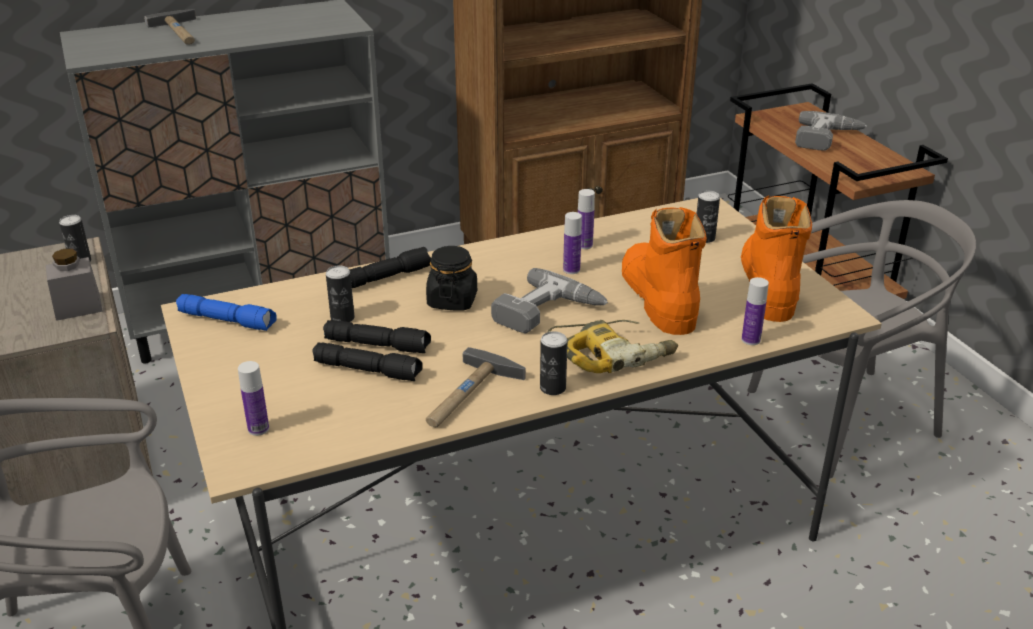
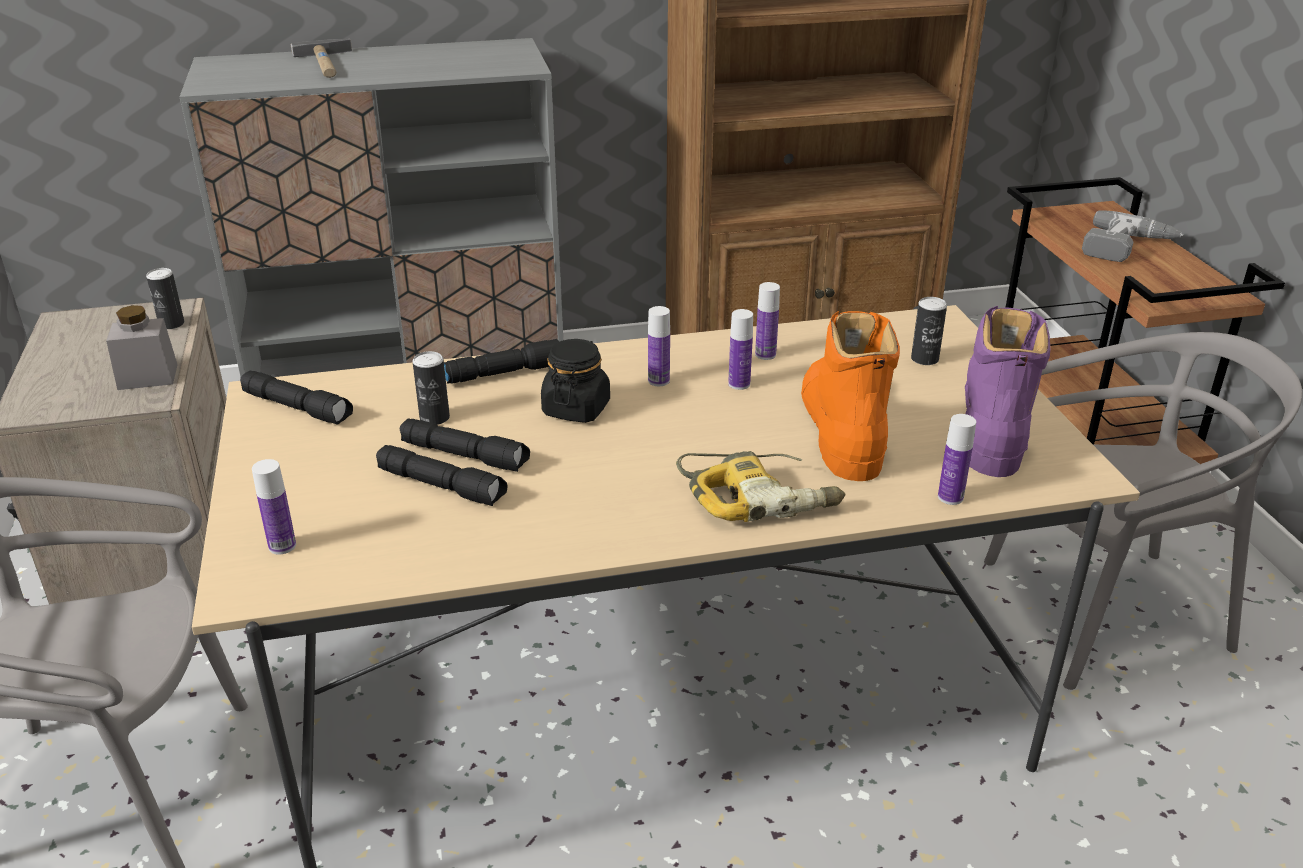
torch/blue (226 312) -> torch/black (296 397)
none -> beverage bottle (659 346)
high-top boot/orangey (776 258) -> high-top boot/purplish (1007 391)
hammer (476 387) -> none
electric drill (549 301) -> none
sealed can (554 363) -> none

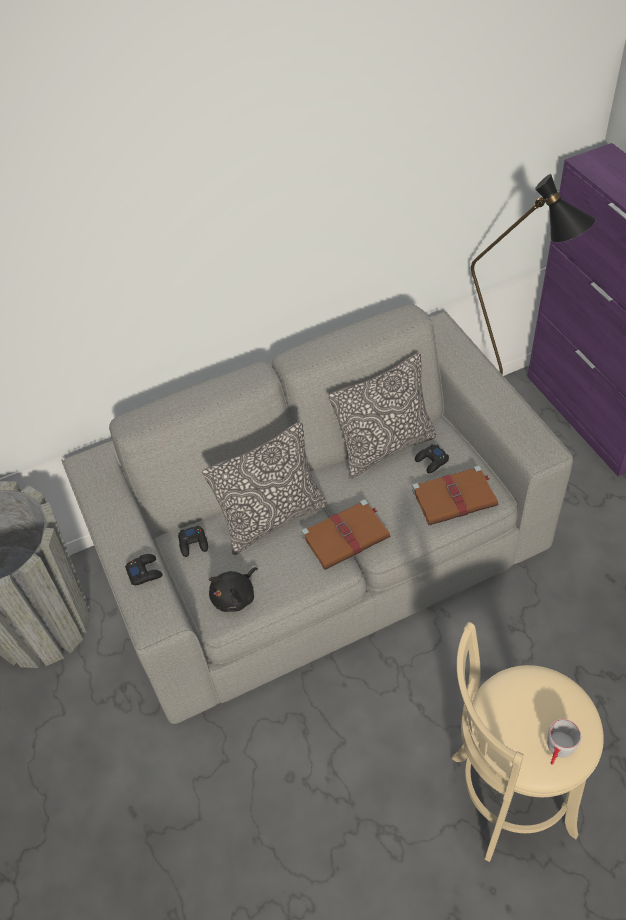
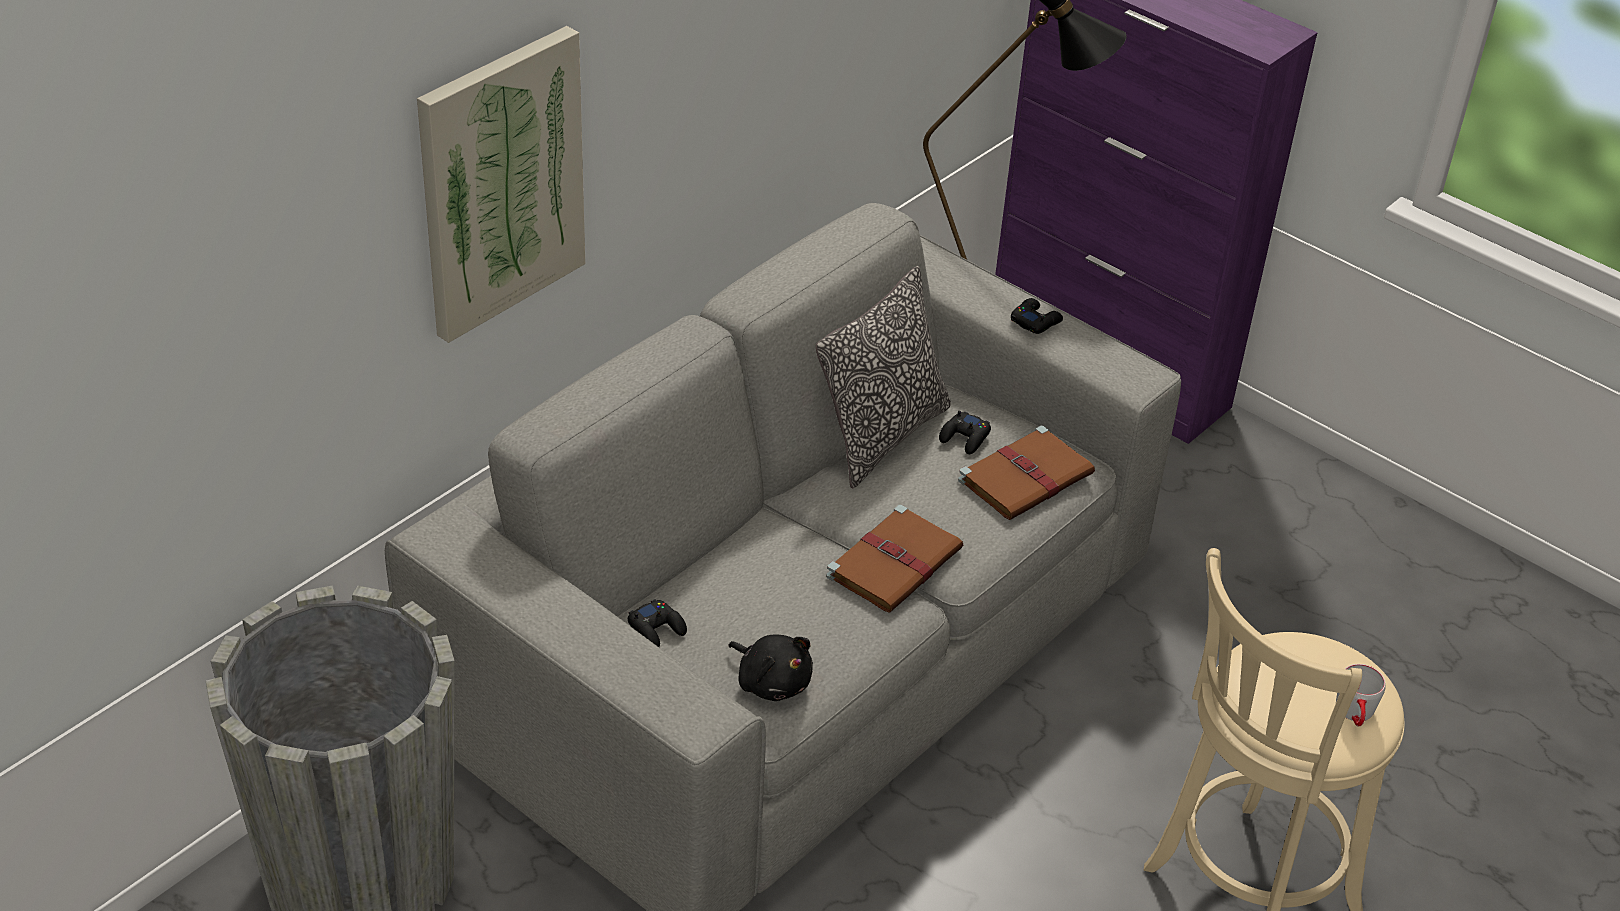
none -> wall picture (501 184)
soft toy/black (233 589) -> soft toy/black (770 667), 60 degrees counterclockwise
joypad/black (144 569) -> joypad/black (1037 316), shifted
throw pillow (264 488) -> none

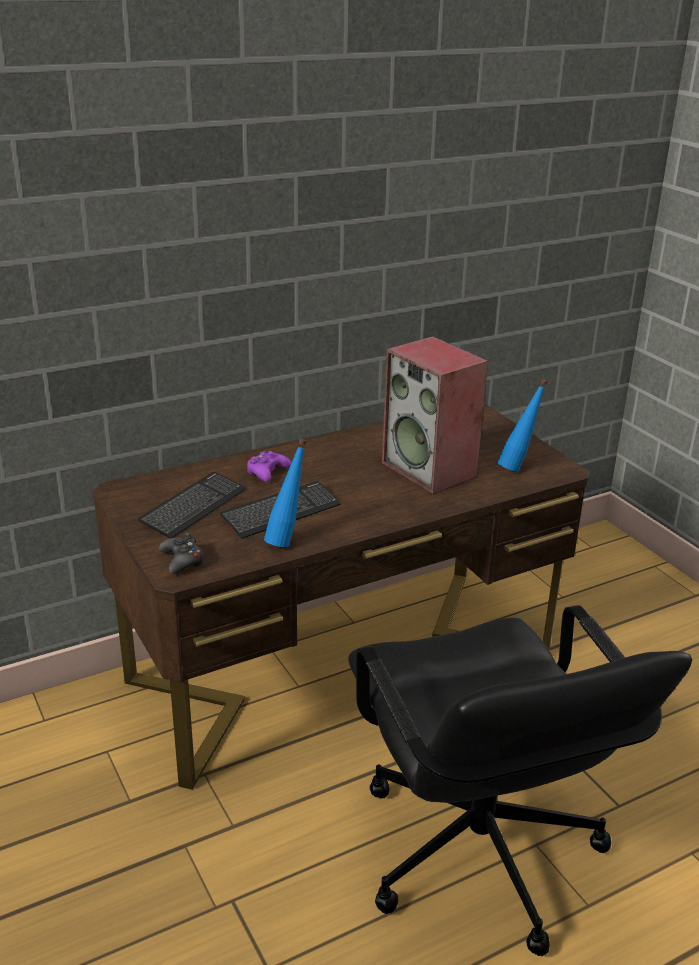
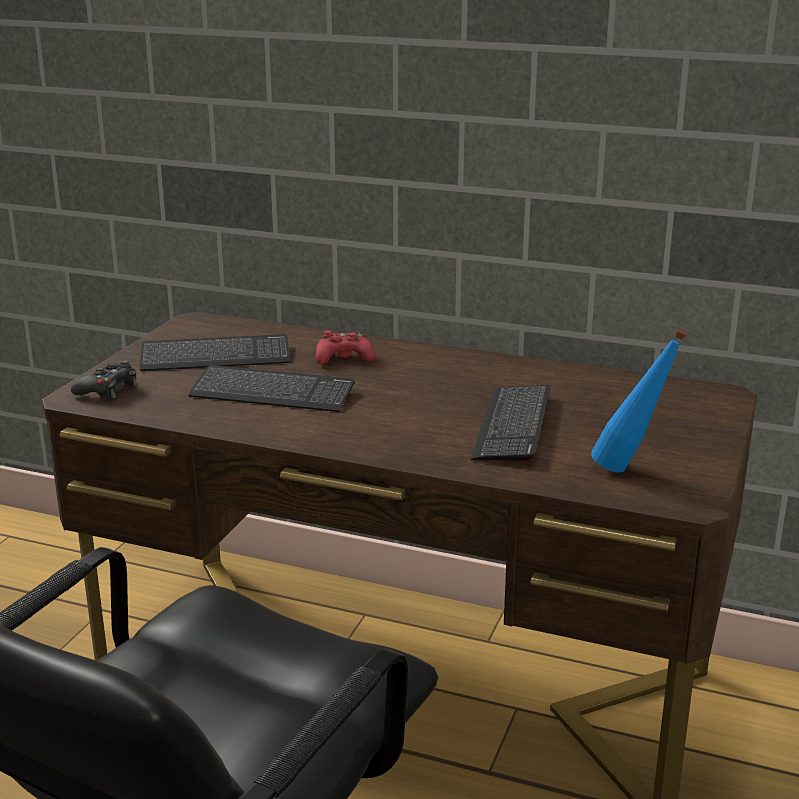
joypad/purplish (269 466) -> joypad/red-coloured (345 347)
speaker (435 415) -> PC keyboard (510 424)
beverage bottle/blue (285 493) -> none

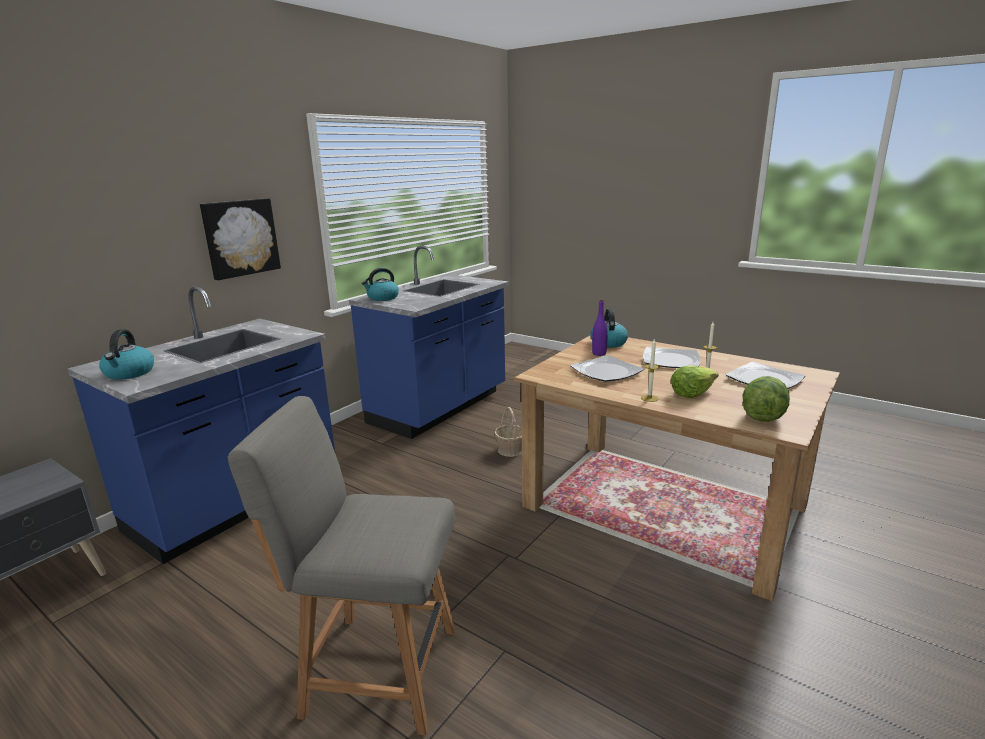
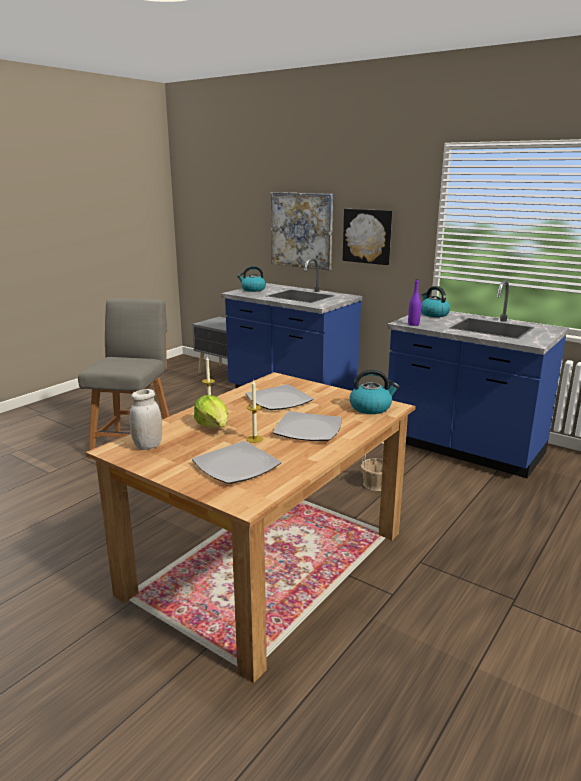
lettuce head (766 399) -> jar/white-coloured (146 419)
none -> wall picture (302 231)
beverage bottle/purplish (600 328) -> beverage bottle/purplish (414 302), shifted

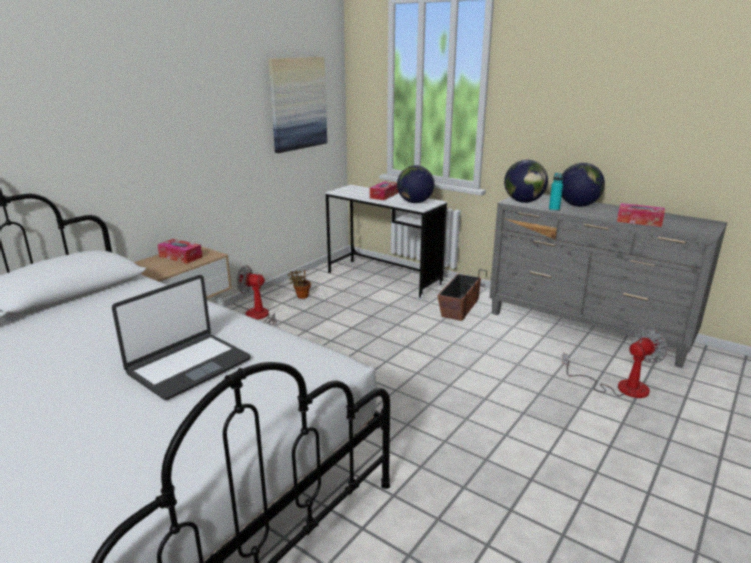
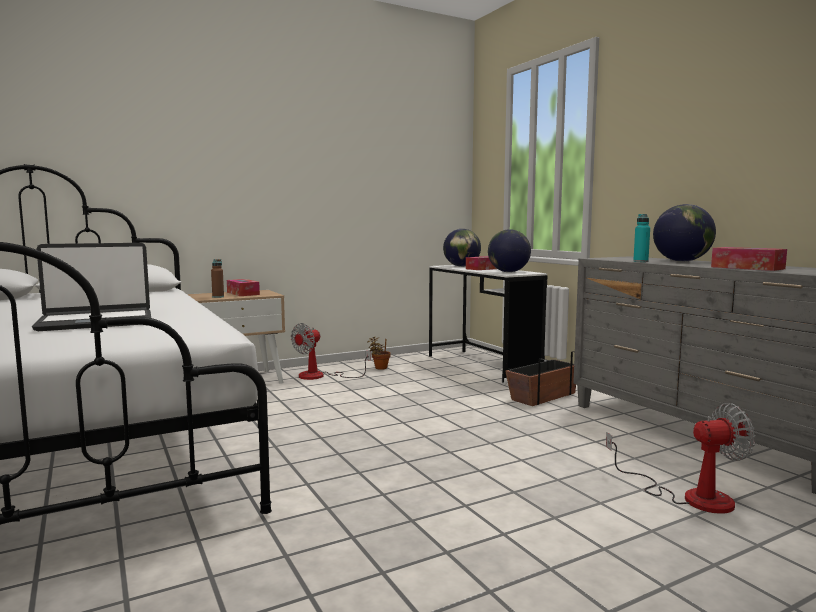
none -> beverage bottle/brown (217 278)
fan (257 295) -> fan (331 351), 90 degrees counterclockwise
globe (526 181) -> globe (462 248), shifted
wall picture (297 105) -> none

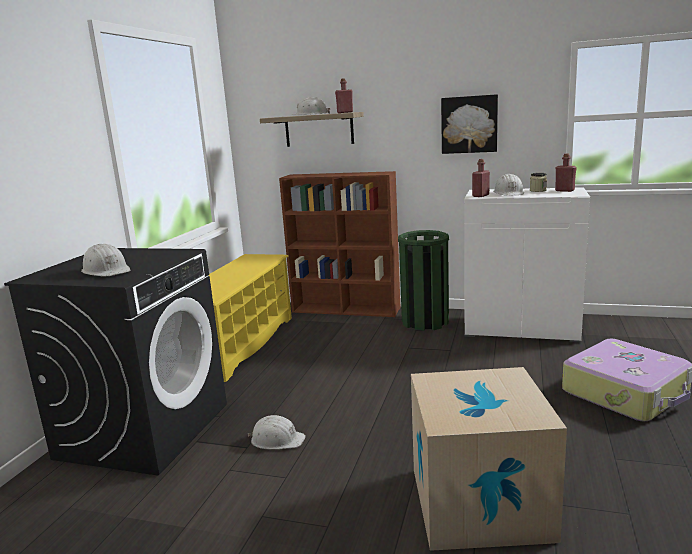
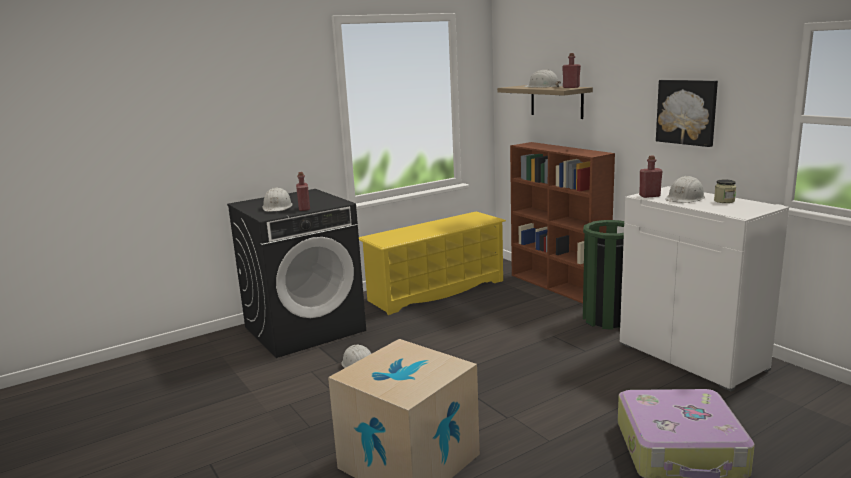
beverage bottle/red-coloured (566 173) -> beverage bottle/red-coloured (303 191), shifted

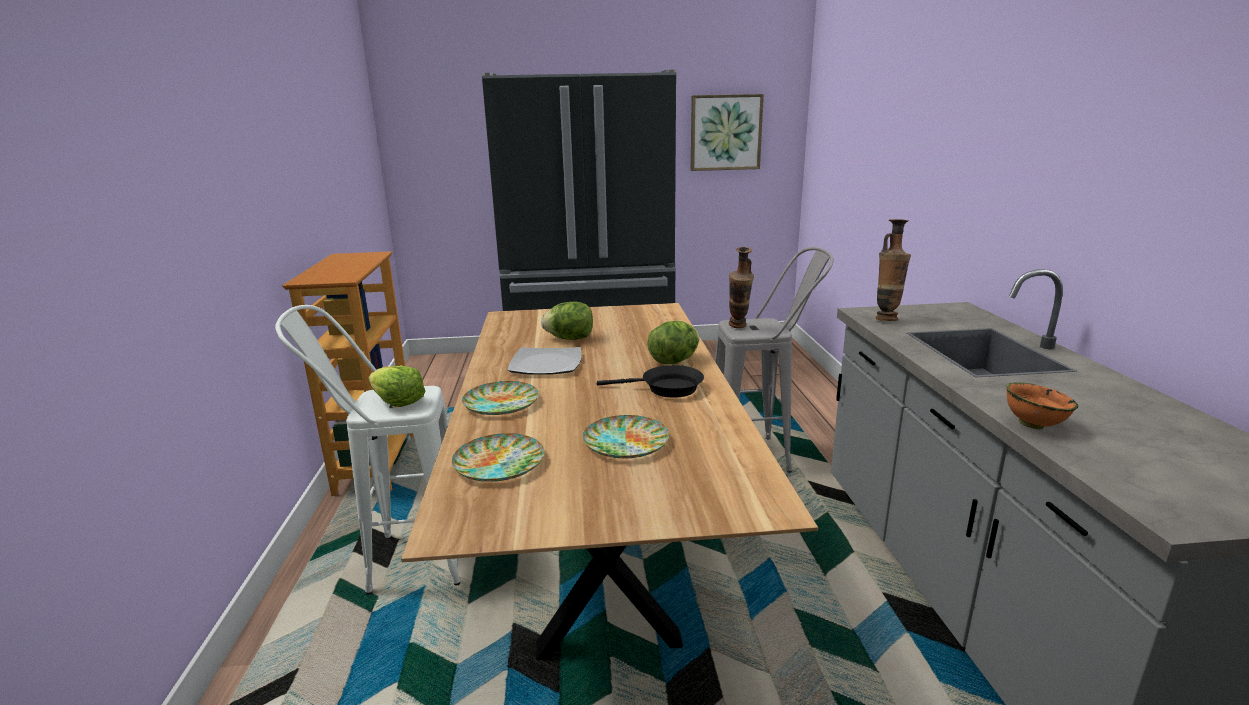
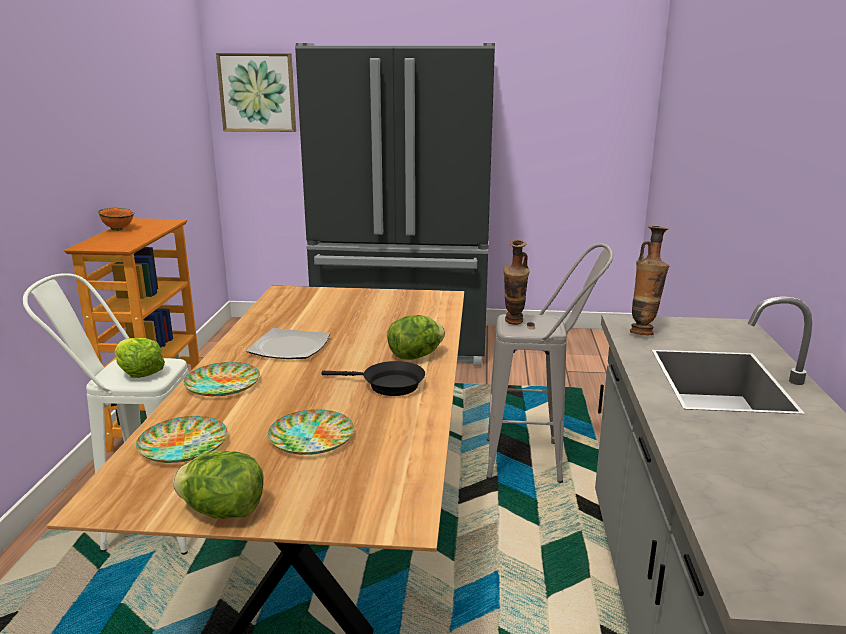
bowl/orangey (1042 406) -> bowl/orangey (116 219), shifted
lettuce head (567 321) -> lettuce head (218 485), shifted
wall picture (727 132) -> wall picture (256 92), shifted

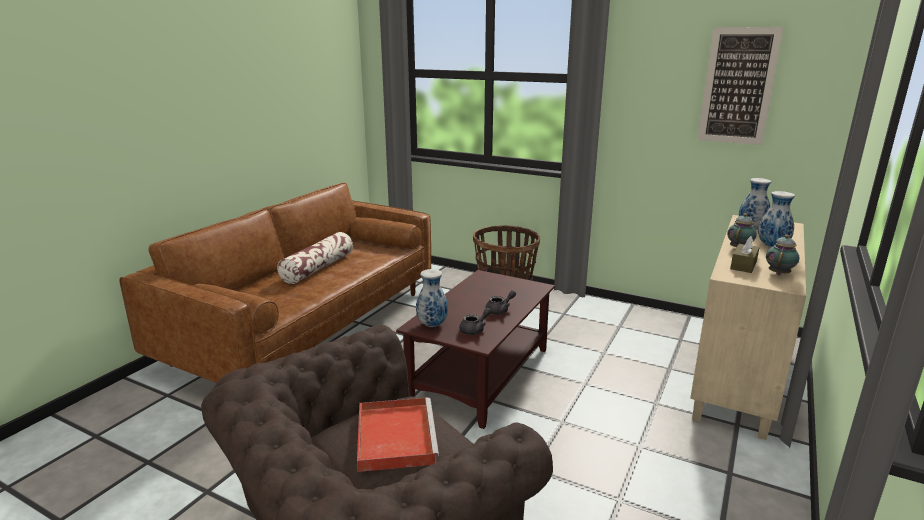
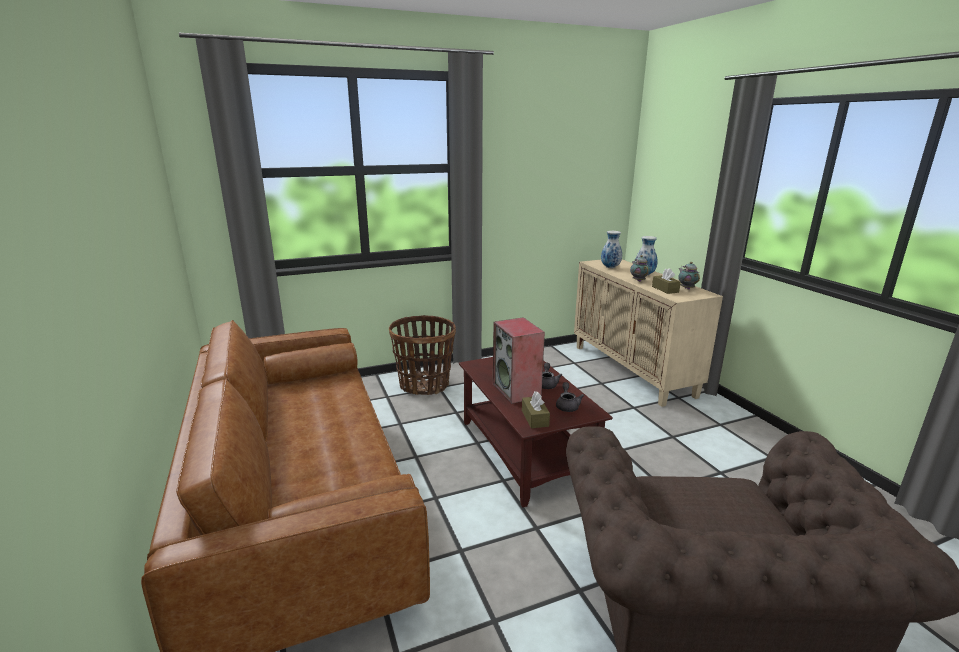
none -> speaker (519 360)
decorative vase (432 298) -> box of tissues/brown (536 409)
throw pillow (315 258) -> none
carrying tray/red-coloured (398 434) -> none
wall picture (740 86) -> none

